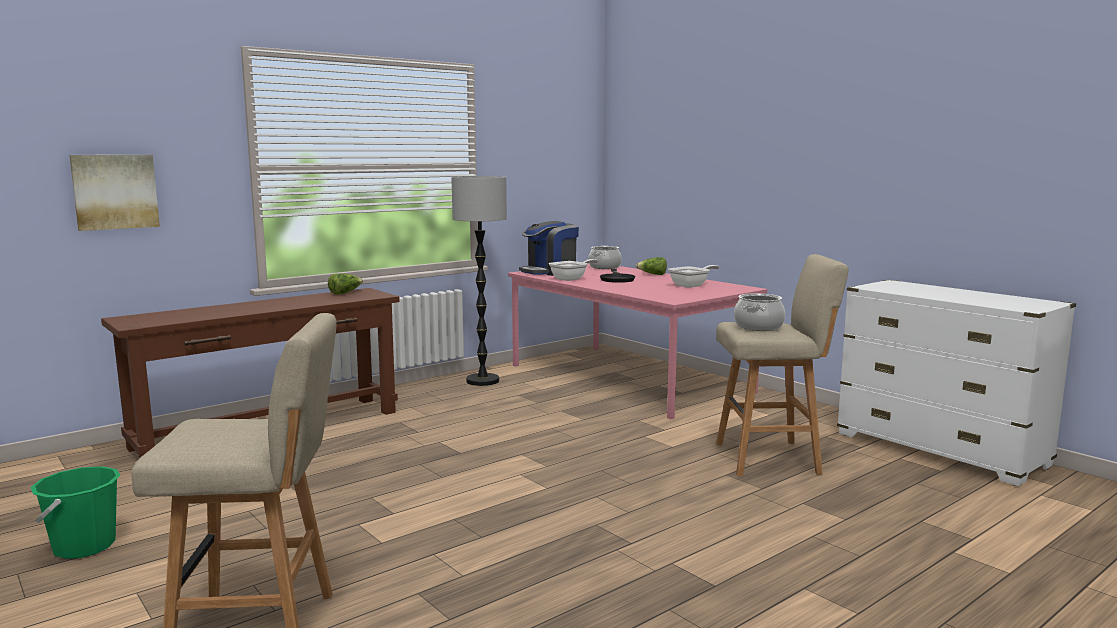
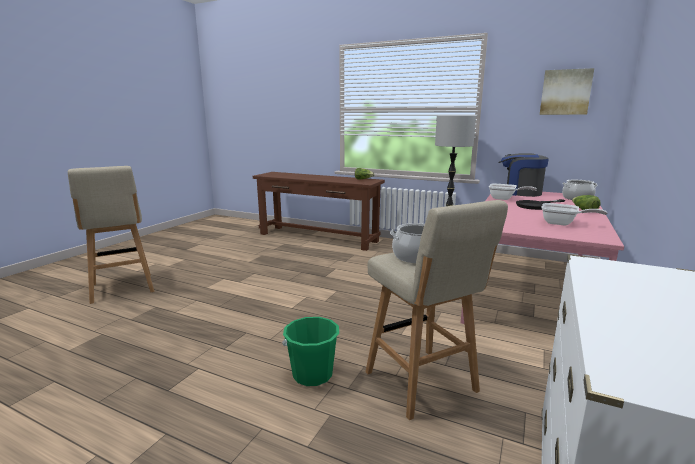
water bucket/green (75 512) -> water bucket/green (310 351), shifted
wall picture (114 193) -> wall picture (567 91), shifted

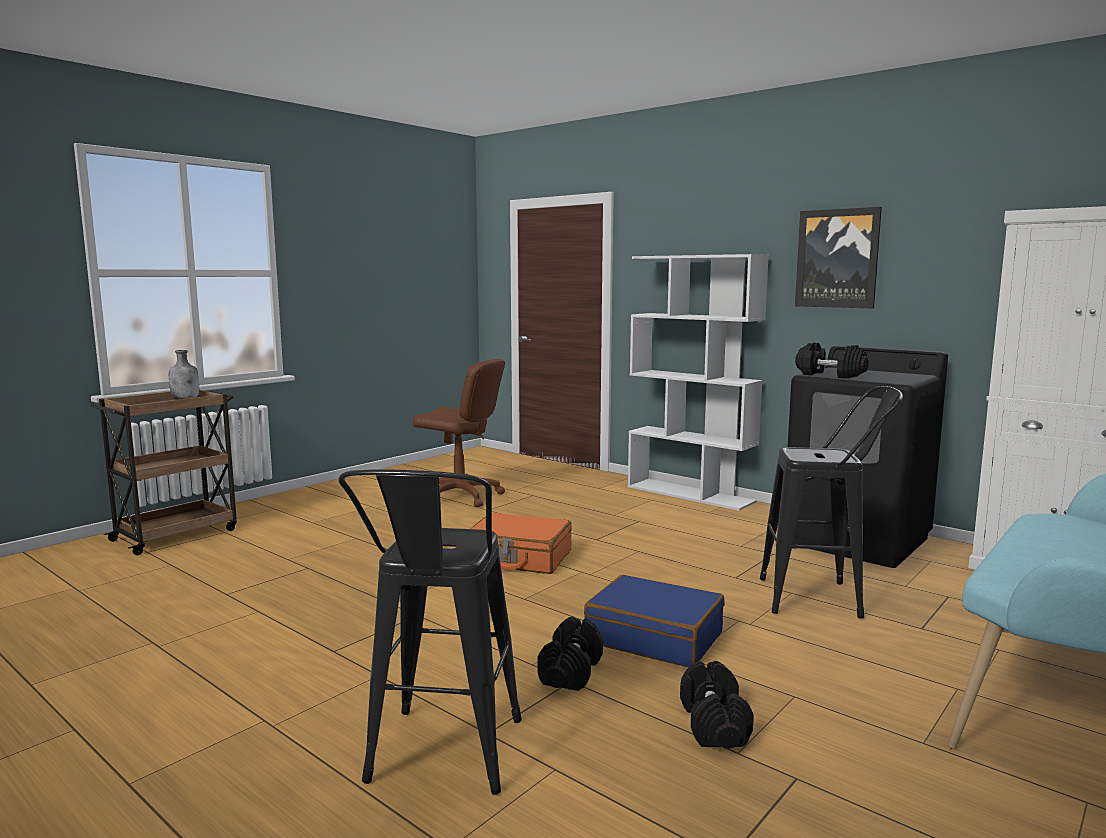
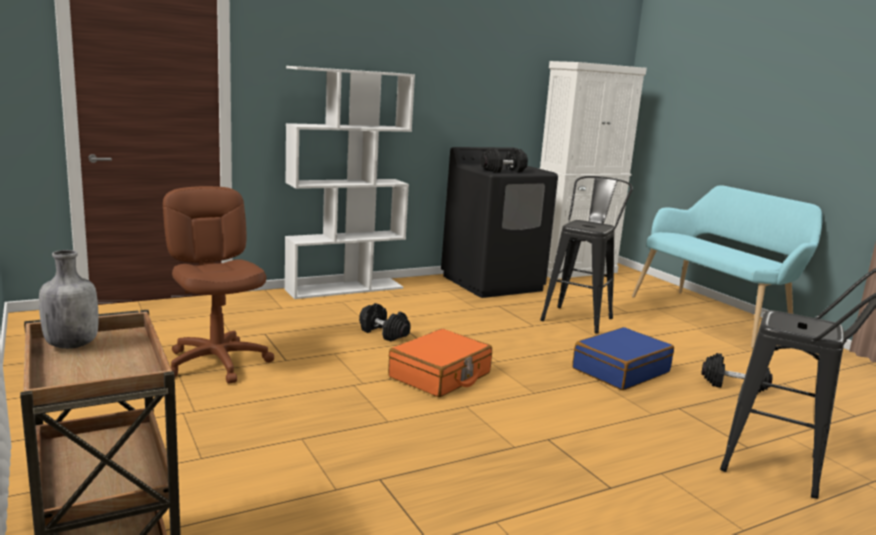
desk chair/brown (458 433) -> desk chair/brown (218 285), 75 degrees counterclockwise
dumbbell/black (570 653) -> dumbbell/black (385 322), shifted
wall picture (838 257) -> none

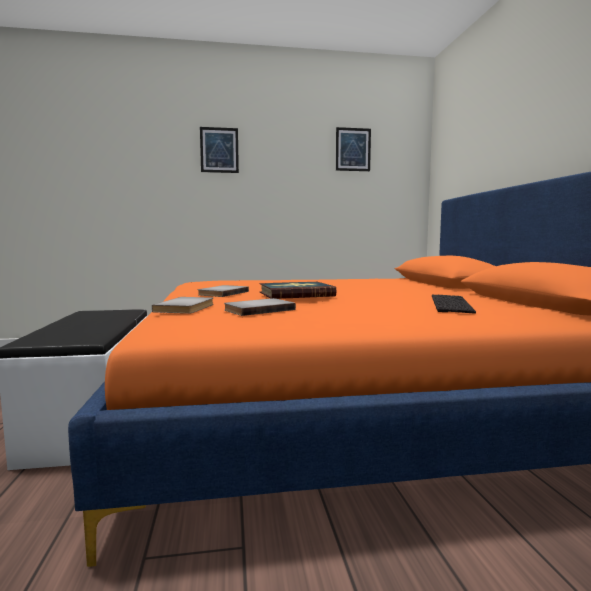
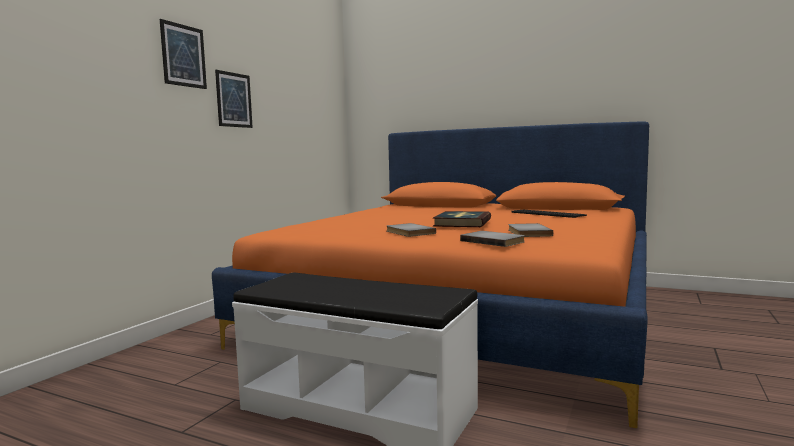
wall picture (353 149) -> wall picture (234 99), shifted

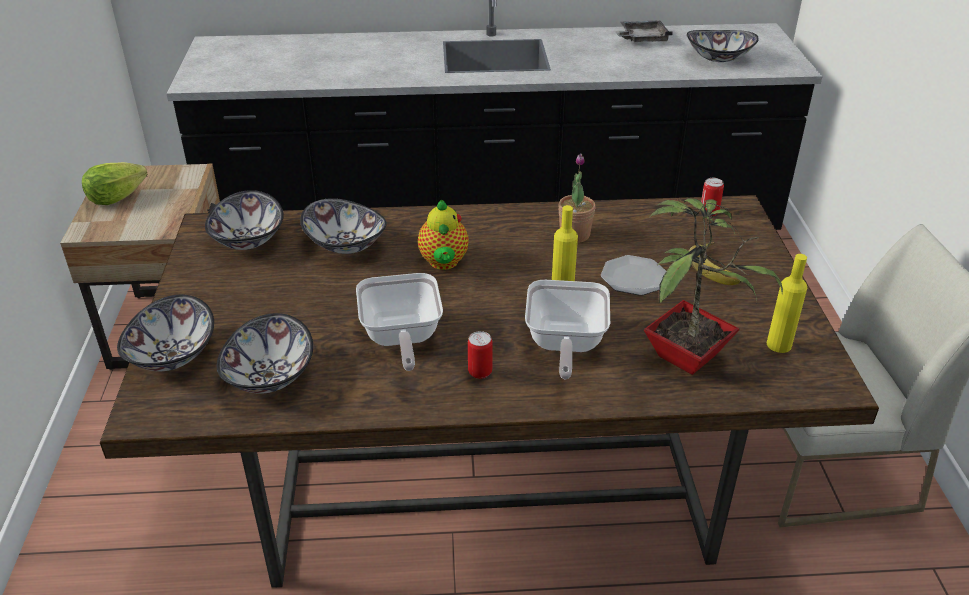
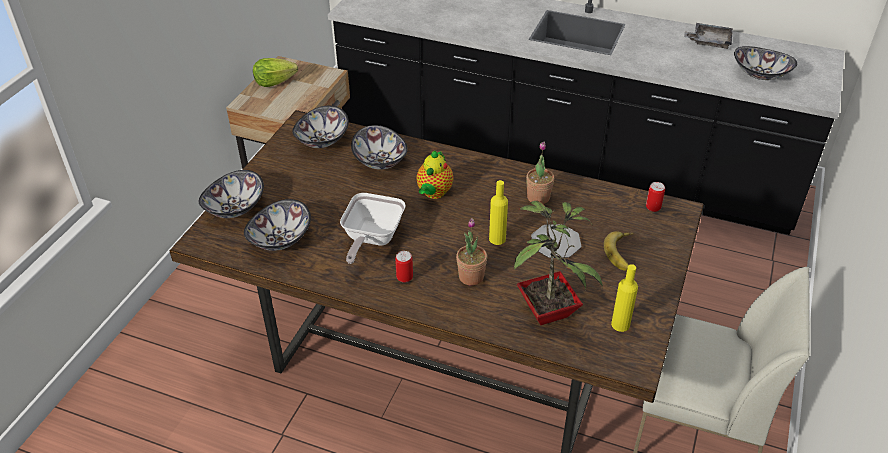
frying pan (567 329) -> houseplant (471 252)

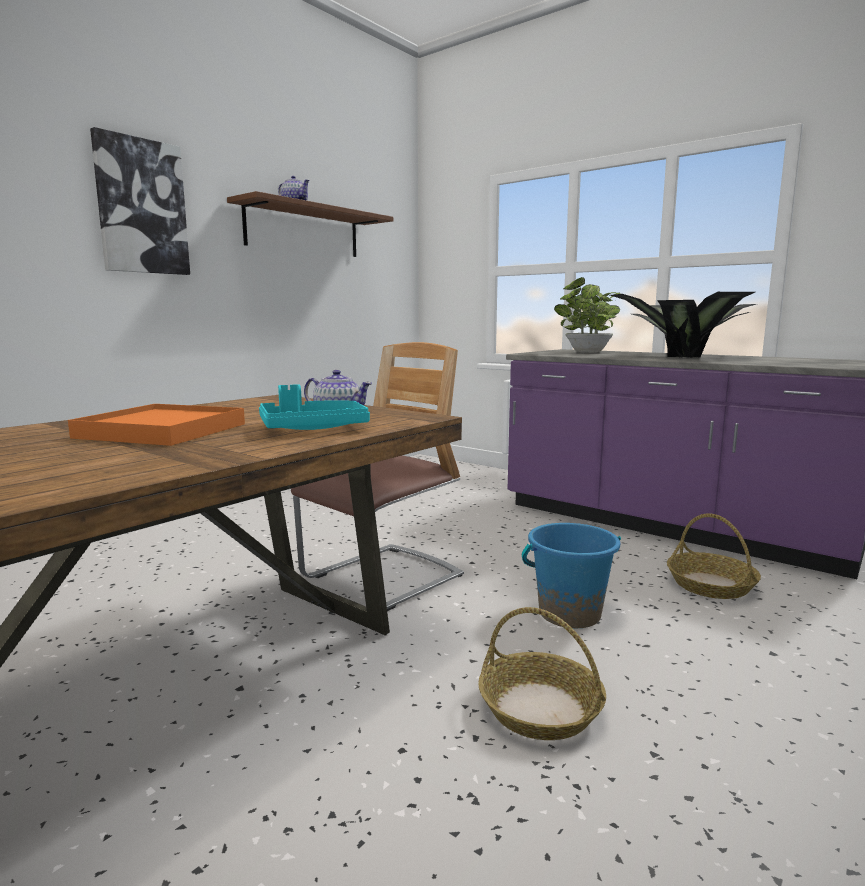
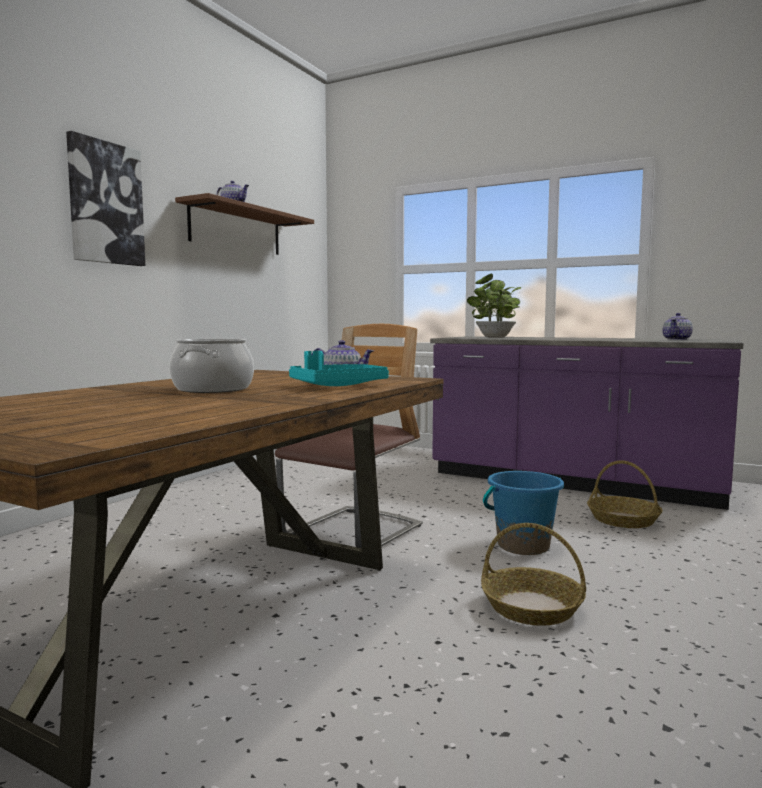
carrying tray/orangey (156 425) -> stockpot (211 366)
none -> tea pot (677 326)
houseplant (683 325) -> none

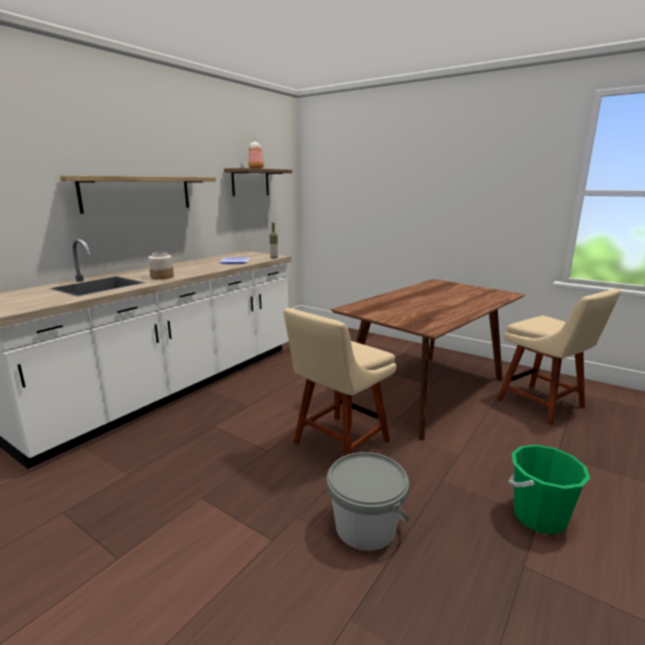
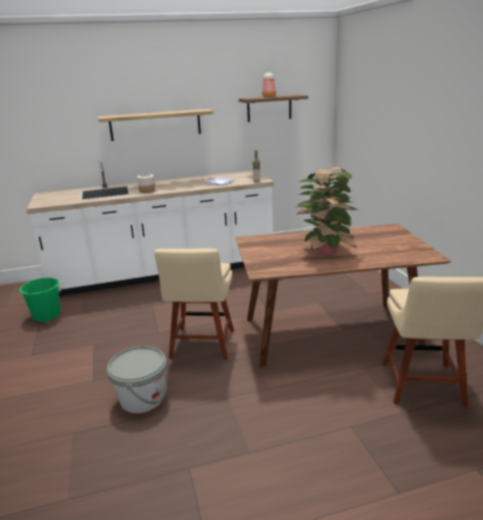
water bucket/green (549 490) -> water bucket/green (40 300), shifted
upright chair/beige-coloured (339 382) -> upright chair/beige-coloured (194 304), 75 degrees counterclockwise
none -> houseplant (327 210)

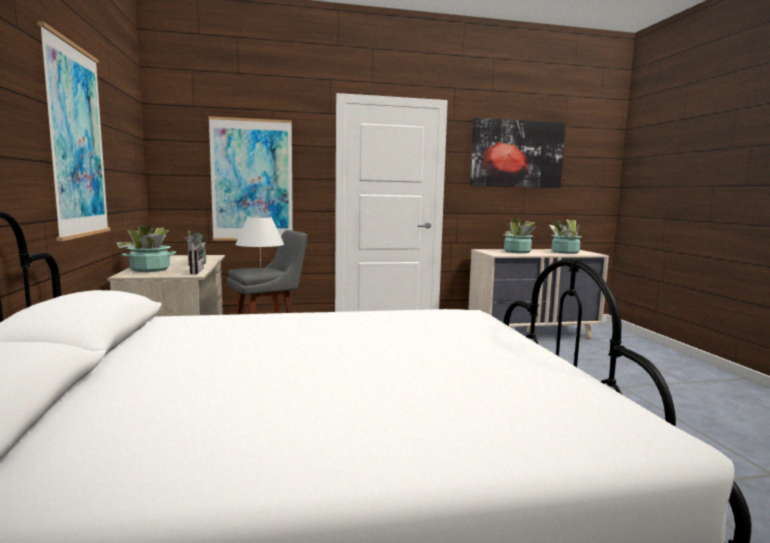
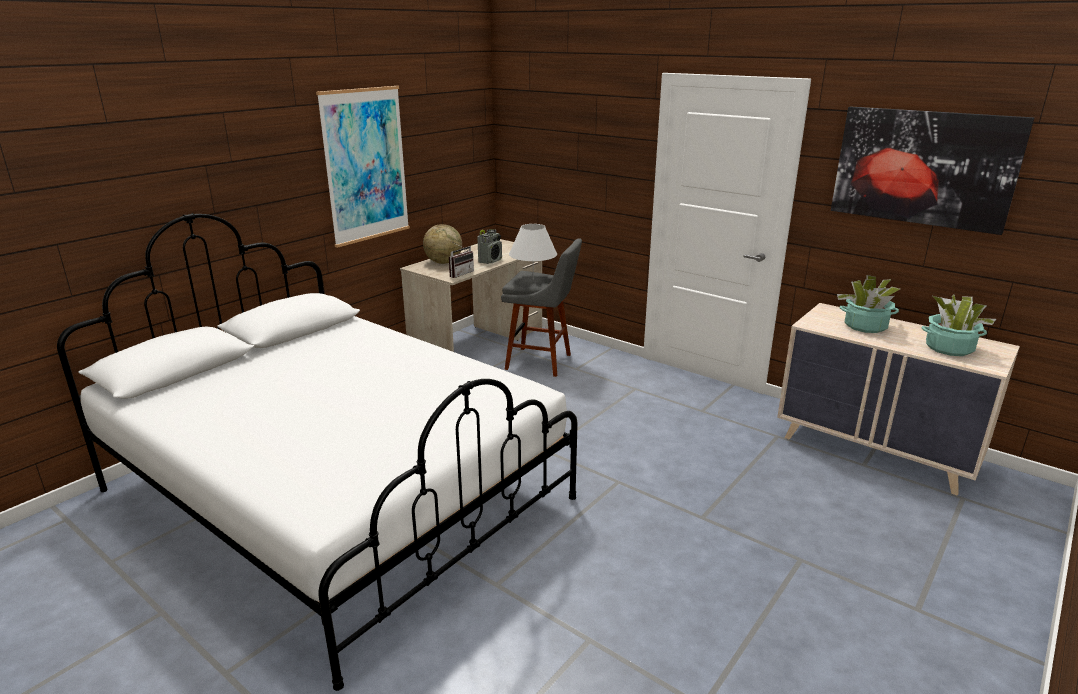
houseplant (146 248) -> globe (442 244)
wall picture (251 178) -> none

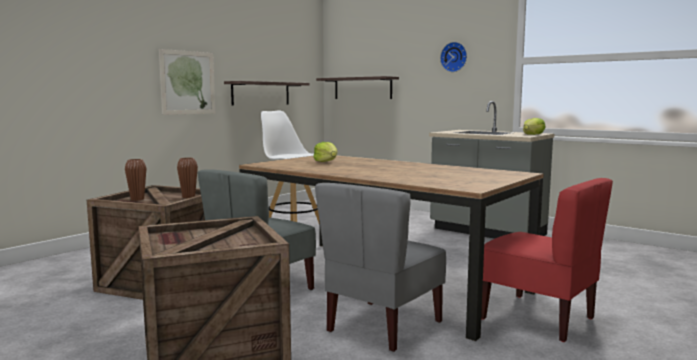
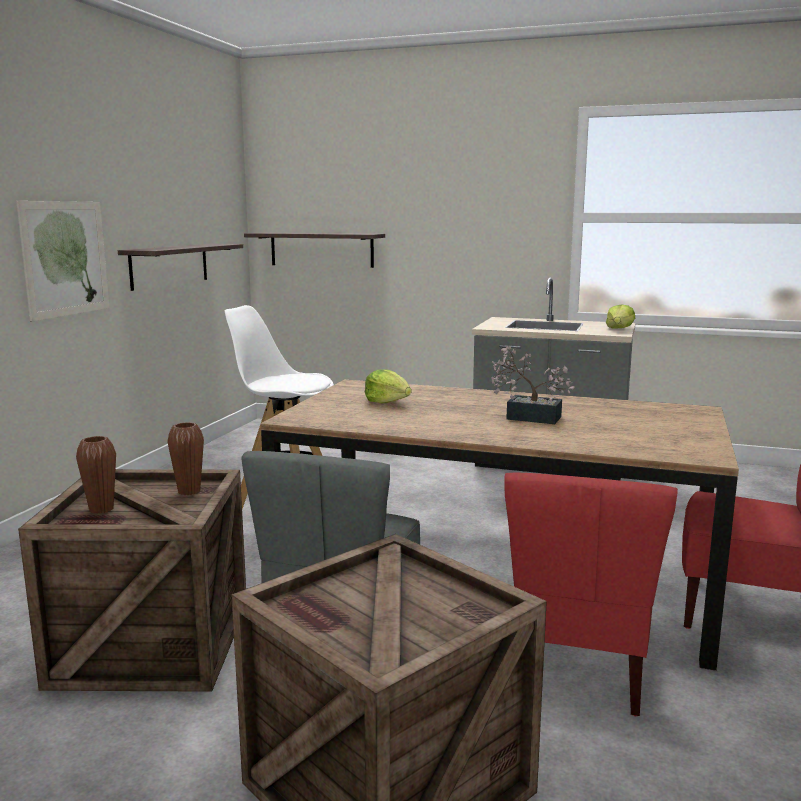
none -> houseplant (533 385)
upright chair/grey (380 267) -> upright chair/red-coloured (591 594)
hanging clock (453 57) -> none

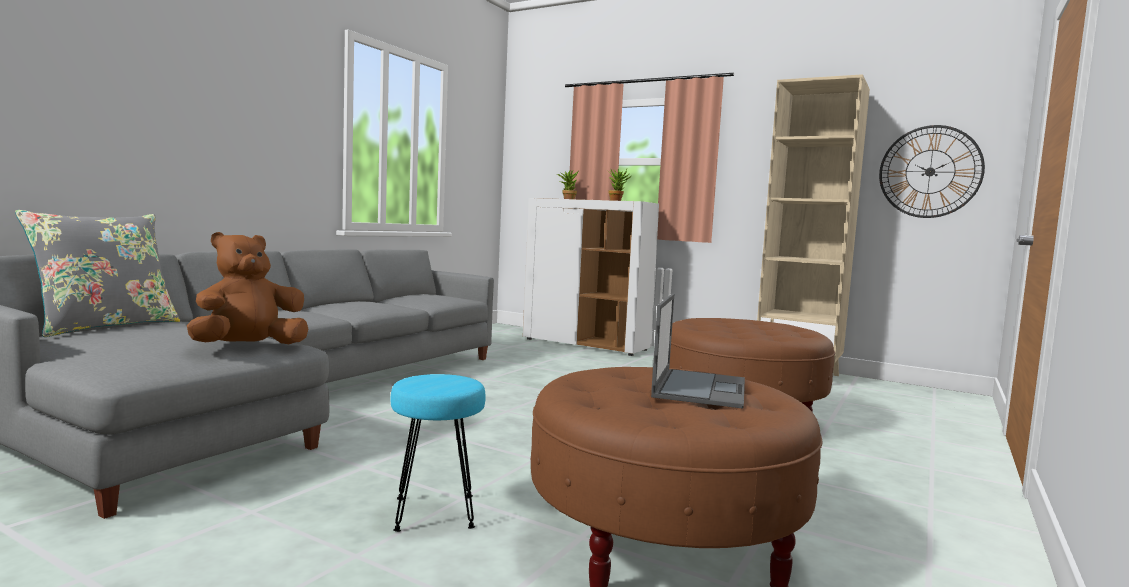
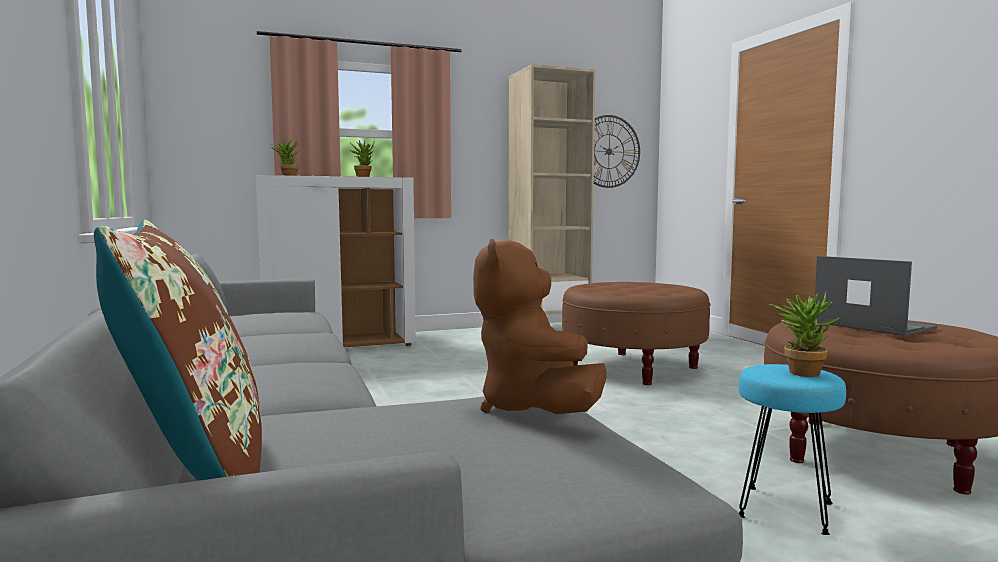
throw pillow/grey (97 273) -> throw pillow/brown (178 350)
none -> houseplant (804 334)

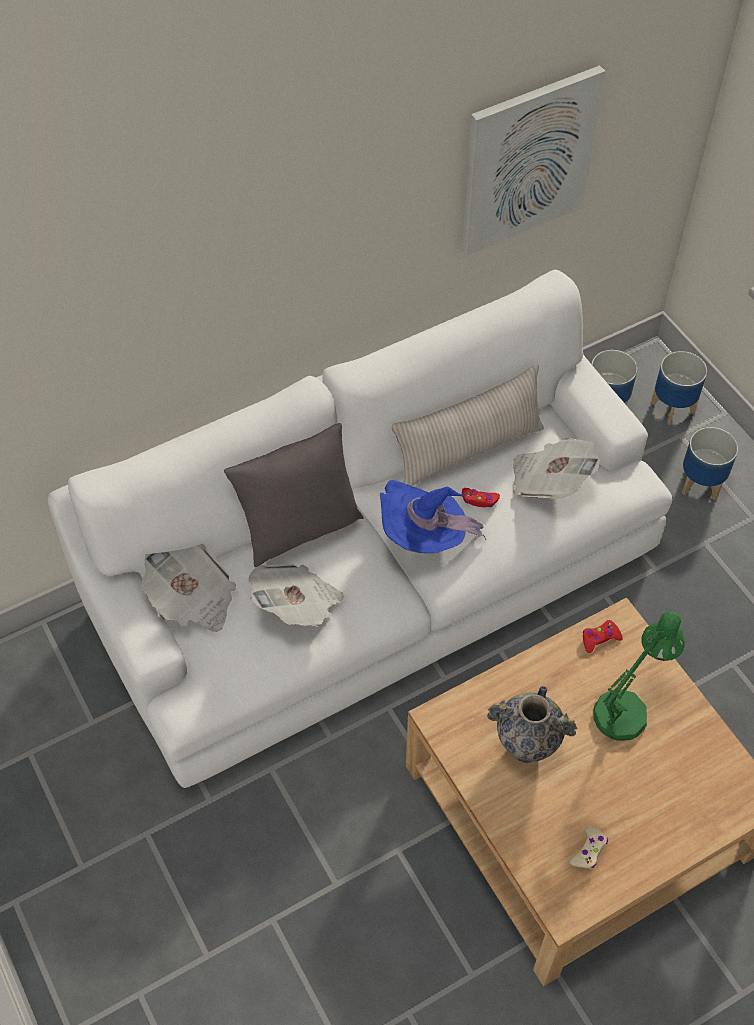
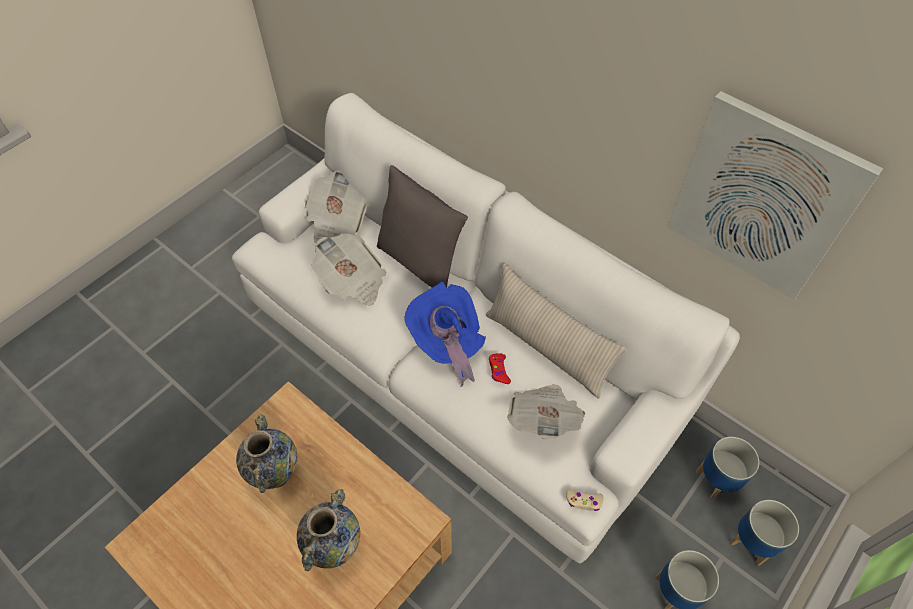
tabletop lamp/green (638 676) -> decorative vase (328 530)
joypad/beige-coloured (589 847) -> joypad/beige-coloured (585 499), shifted
joypad/red-coloured (603 636) -> none

